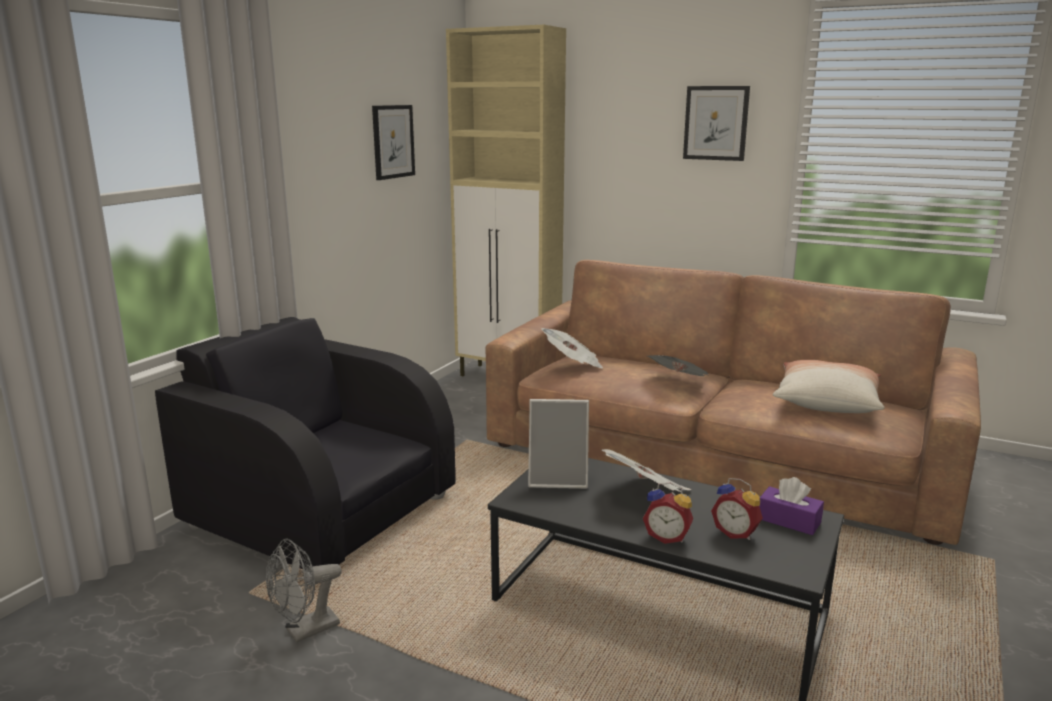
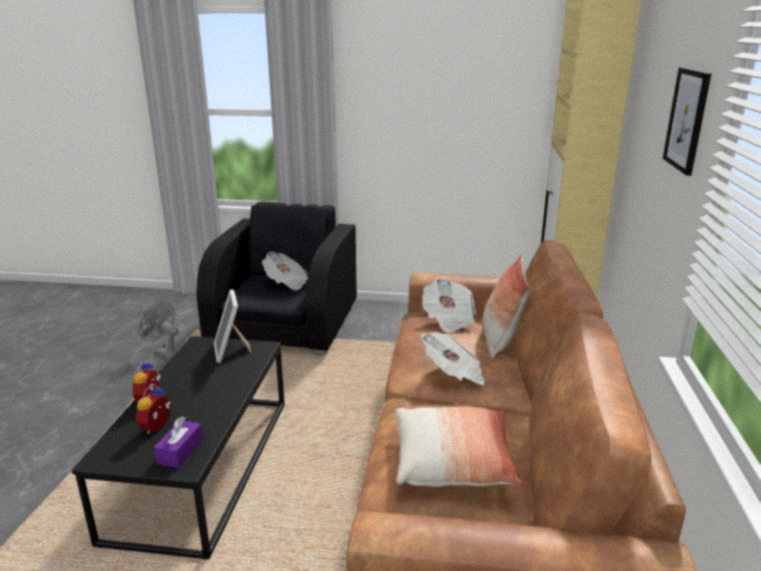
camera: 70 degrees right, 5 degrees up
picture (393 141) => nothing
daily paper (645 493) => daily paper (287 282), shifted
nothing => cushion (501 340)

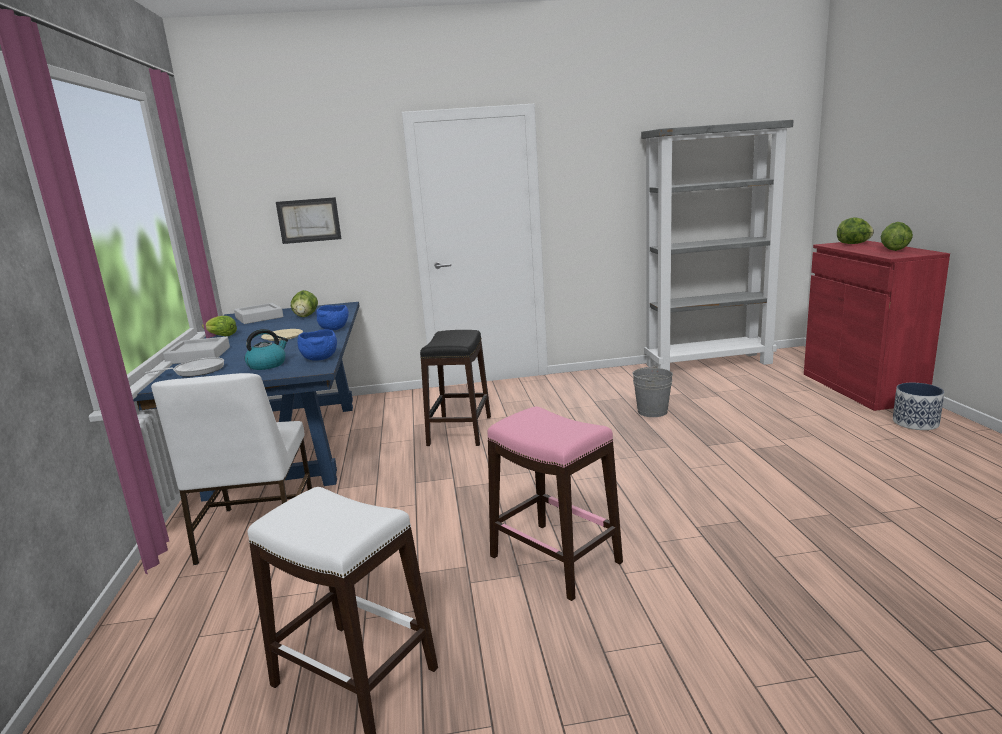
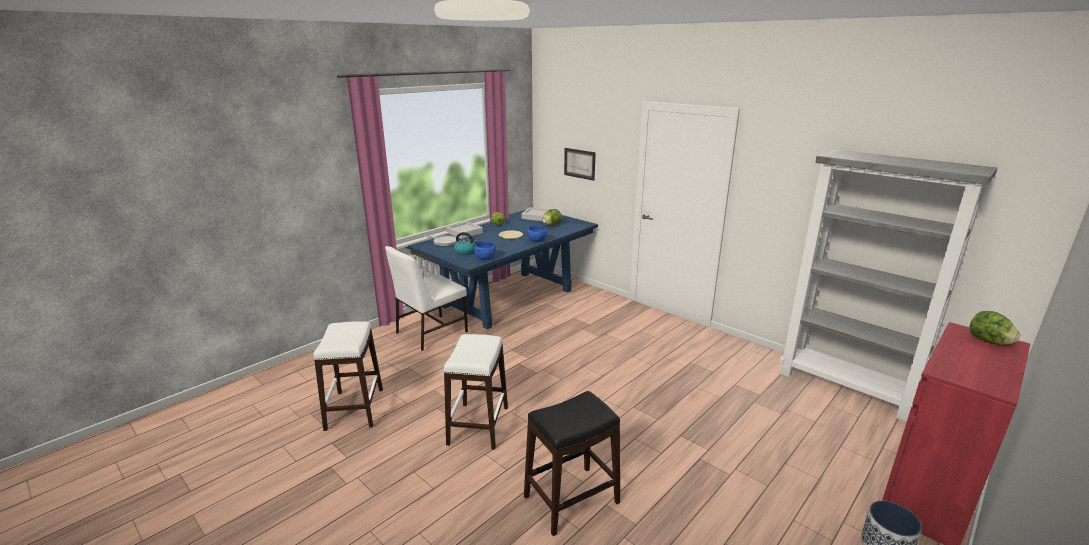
camera: 50 degrees right, 5 degrees up
lettuce (894 250) => nothing
stool seat in black (460 430) => stool seat in black (572 500), shifted
bucket in greyish (652 411) => nothing
stool seat in pinkish (555 560) => stool seat in white (478 425)

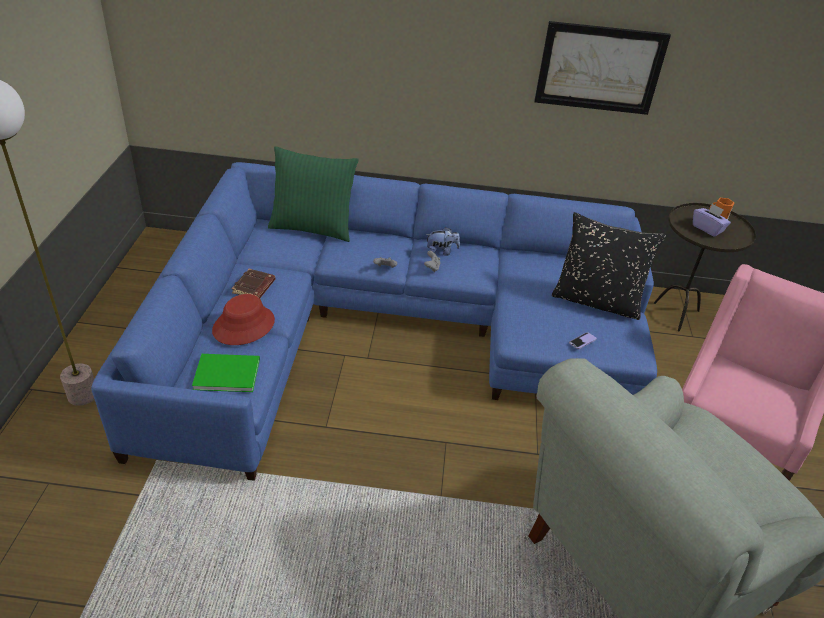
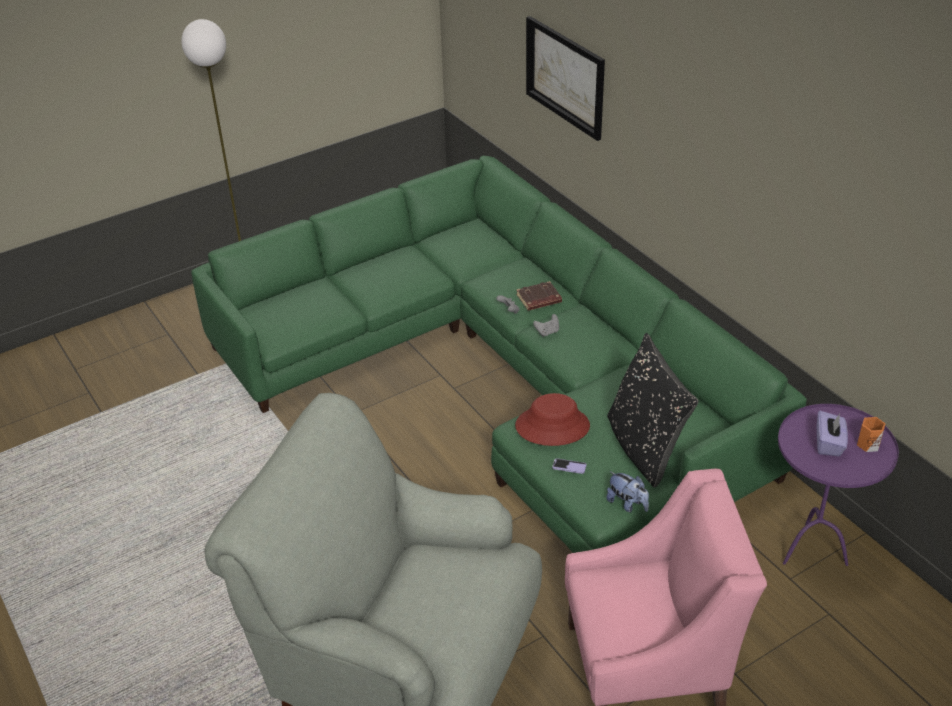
camera: 55 degrees right, 0 degrees up
picture (599 68) => picture (565 77), shifted
cushion in greenish (312 227) => nothing
sofa in blue-coloured (387 328) => sofa in greenish (503 377)
end table in brown (677 314) => end table in purple-coloured (812 550)
plush toy (441 252) => plush toy (627 504), shifted
bound book in brown (254 287) => bound book in brown (538 300), shifted
clothing hat in red-coloured (243 325) => clothing hat in red-coloured (552 426), shifted
bound book in greenish (225 373) => nothing

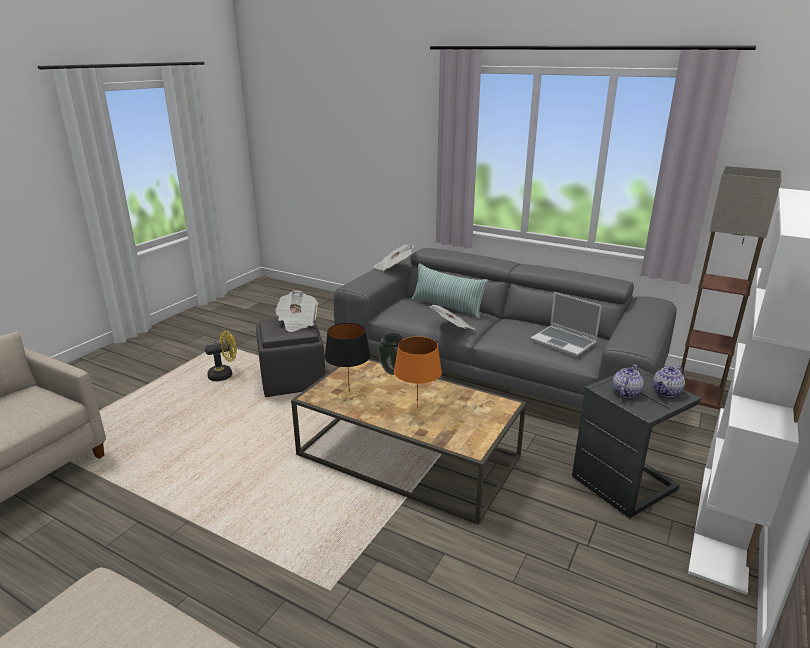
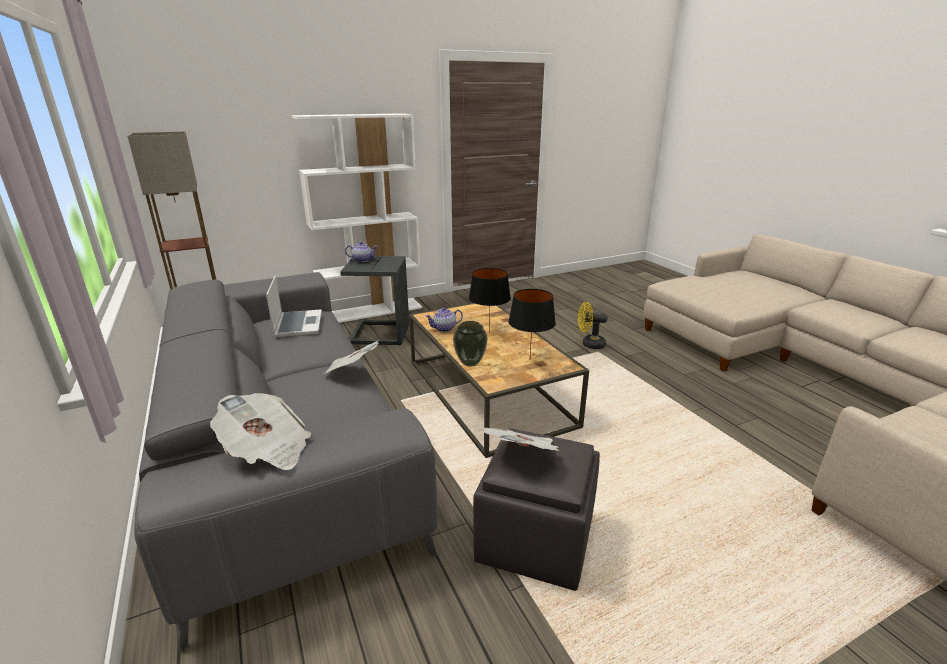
camera: 145 degrees left, 0 degrees up
cushion (447 307) => nothing
electric fan in yellowish (224 374) => electric fan in yellowish (589 344), shifted
lamp for a table in orange (417 408) => lamp for a table in black (489 332)
tea pot (625 392) => tea pot (444 329), shifted

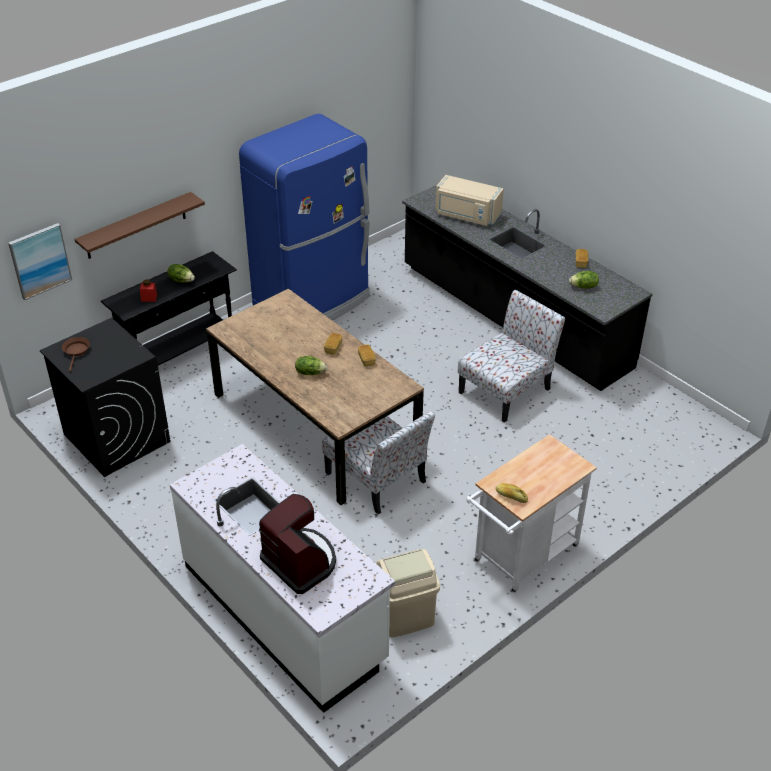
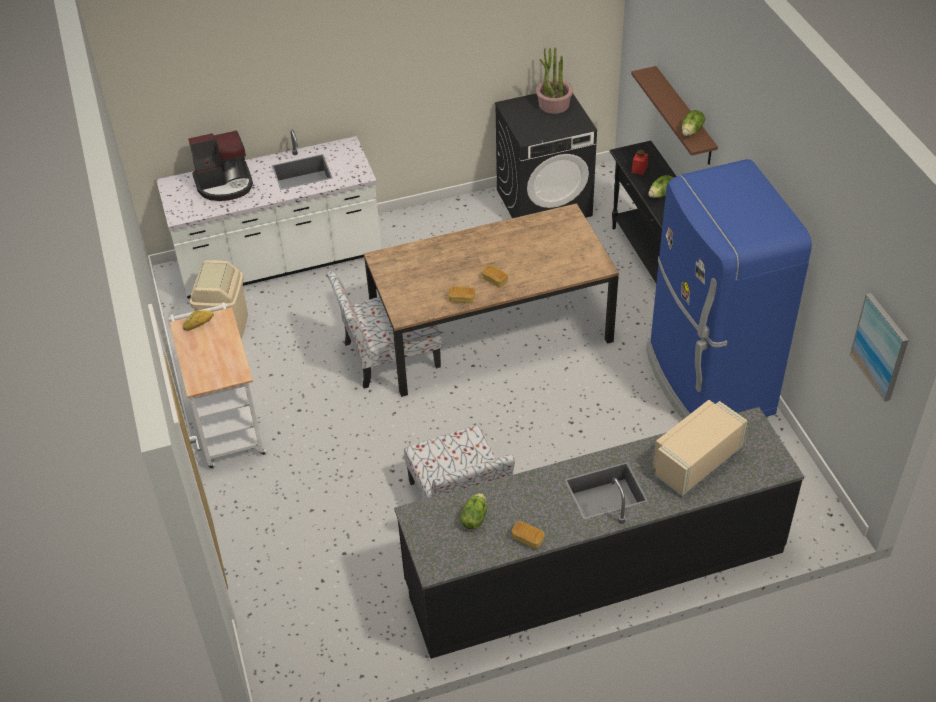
camera: 115 degrees right, 5 degrees up
picture (40 260) => picture (880 346), shifted
skillet in brown (76 351) => potted plant (553 104)
lettuce (310 372) => lettuce (692 131), shifted

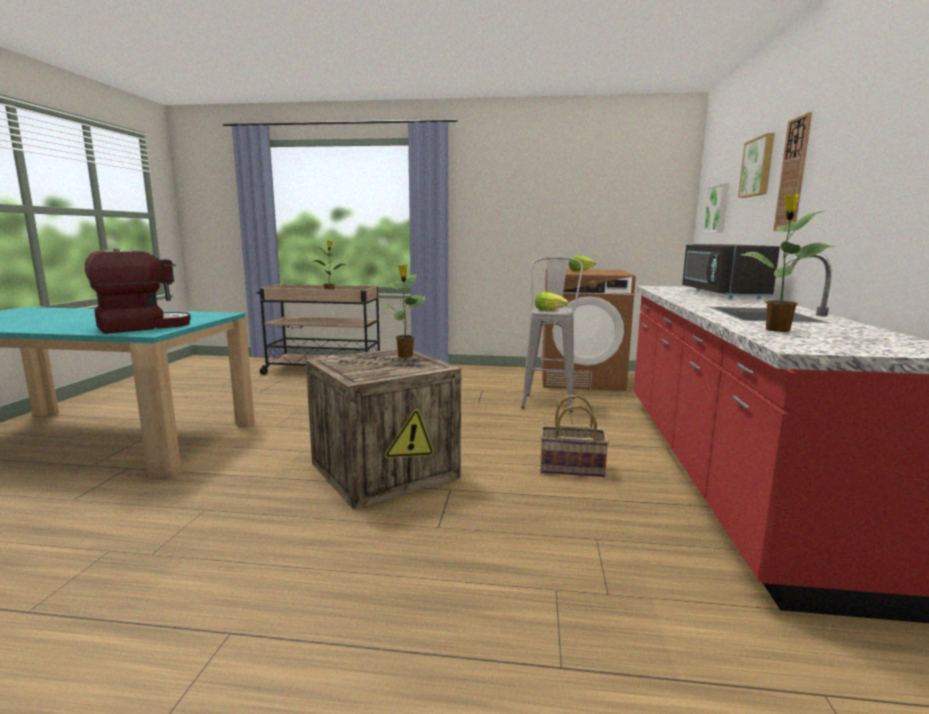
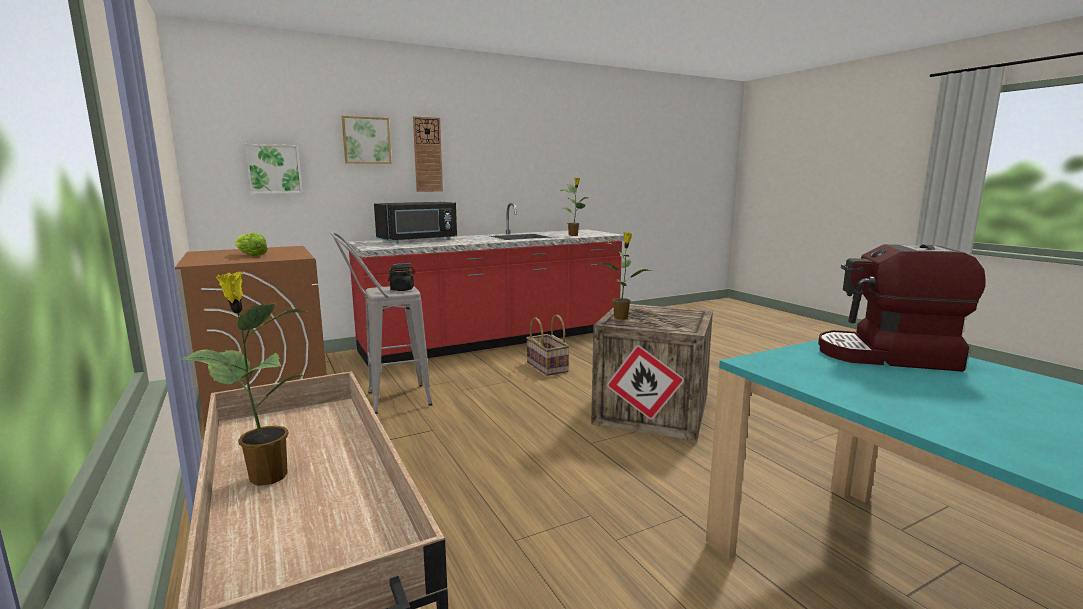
camera: 125 degrees left, 0 degrees up
lettuce (550 310) => preserve jar in black (402 289)

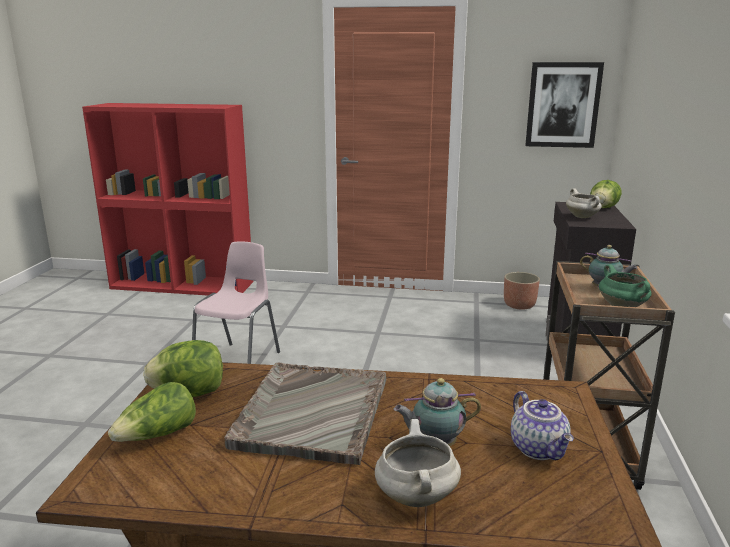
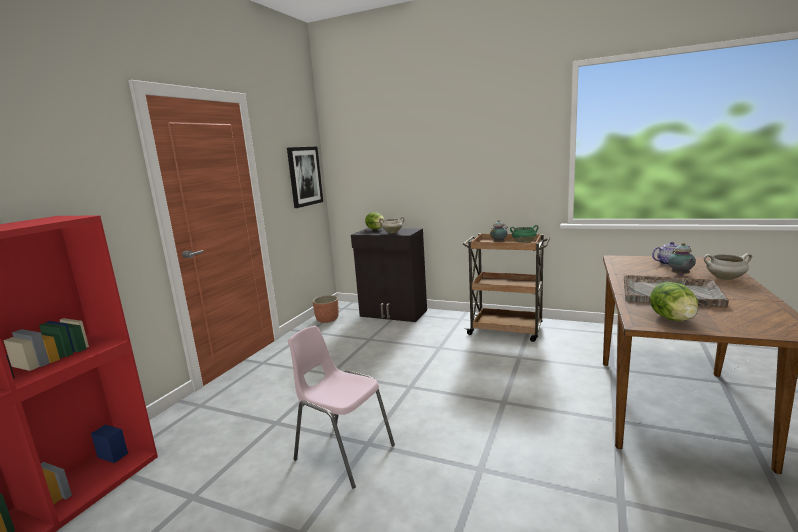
camera: 75 degrees left, 5 degrees down
lettuce (158 435) => nothing

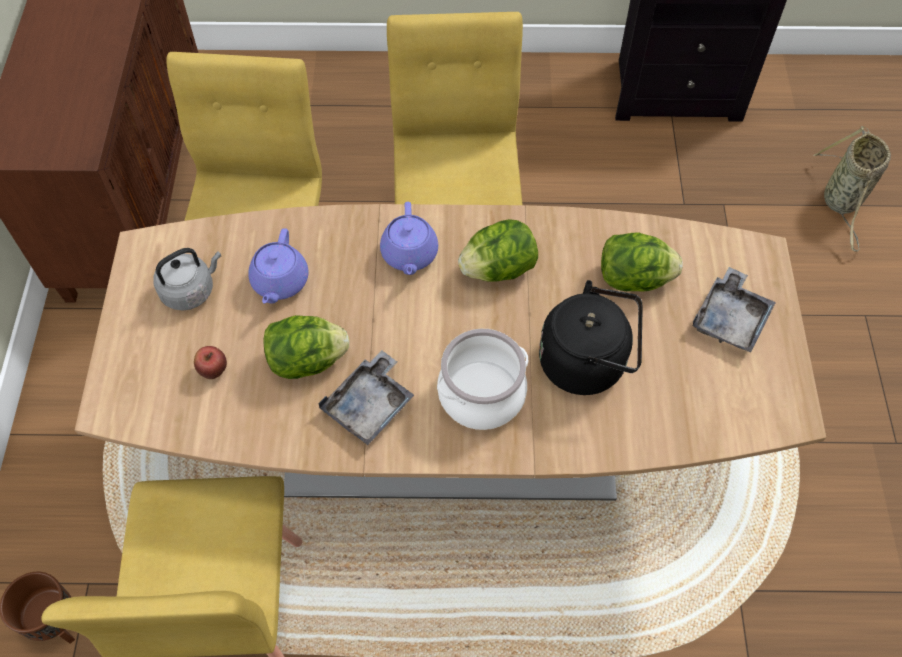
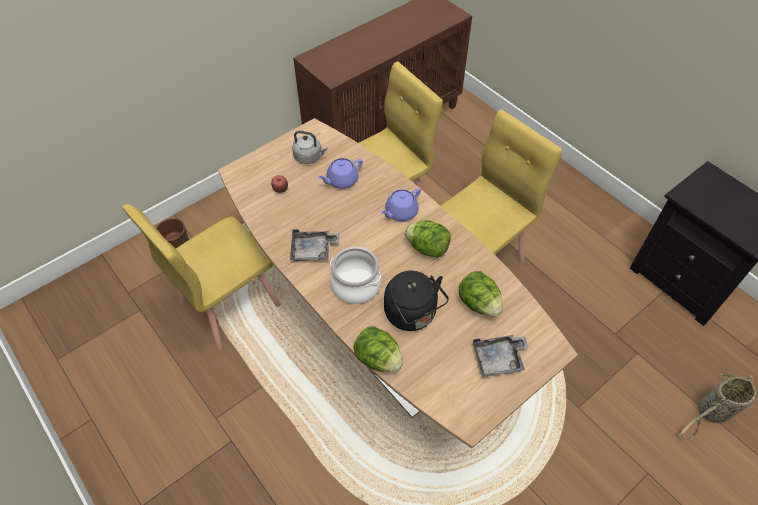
camera: 50 degrees right, 5 degrees down
lettuce (307 360) => lettuce (378 358), shifted

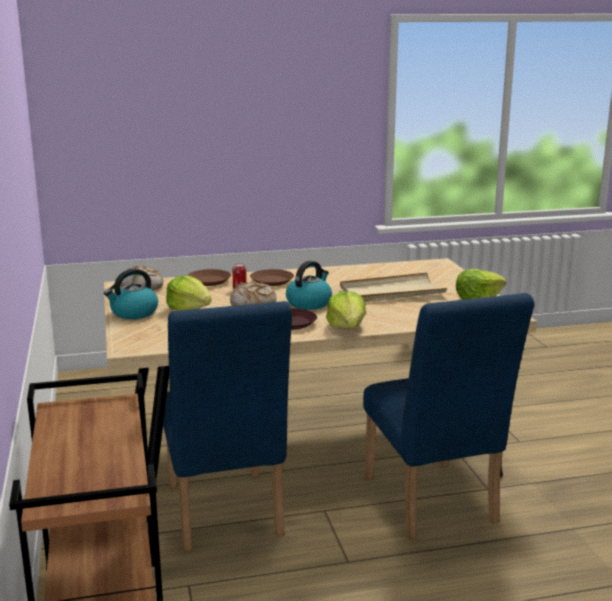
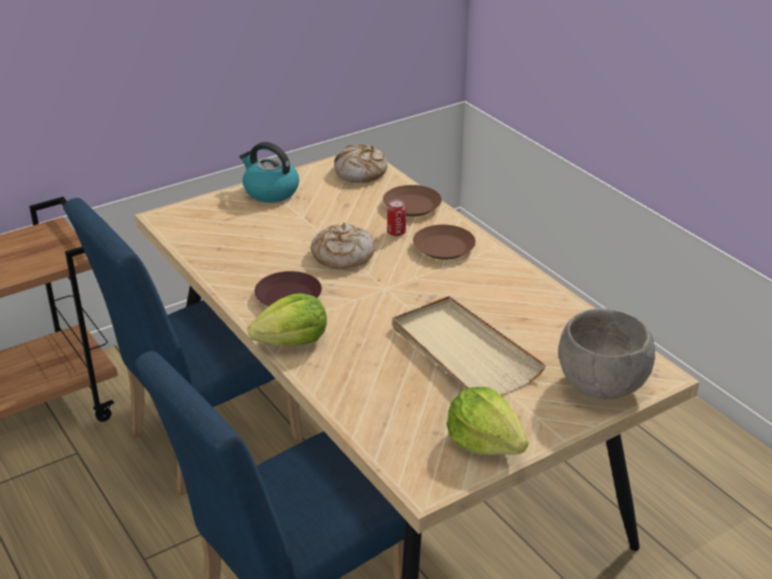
camera: 70 degrees right, 15 degrees up
kettle (309 303) => nothing
lettuce (189 309) => nothing
nothing => bowl in greyish (600 385)

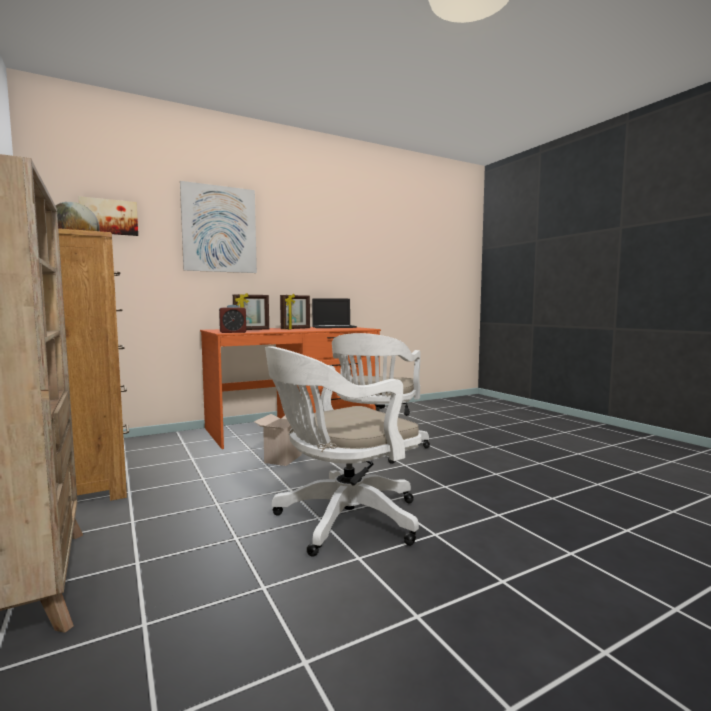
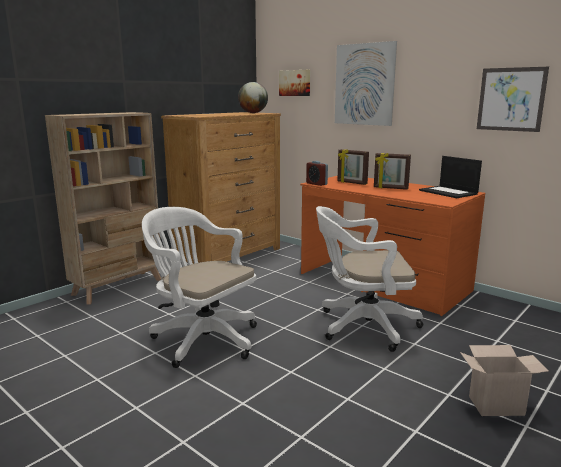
camera: 70 degrees right, 10 degrees up
cardboard box (283 458) => cardboard box (497 405), shifted
nothing => picture (511 99)

